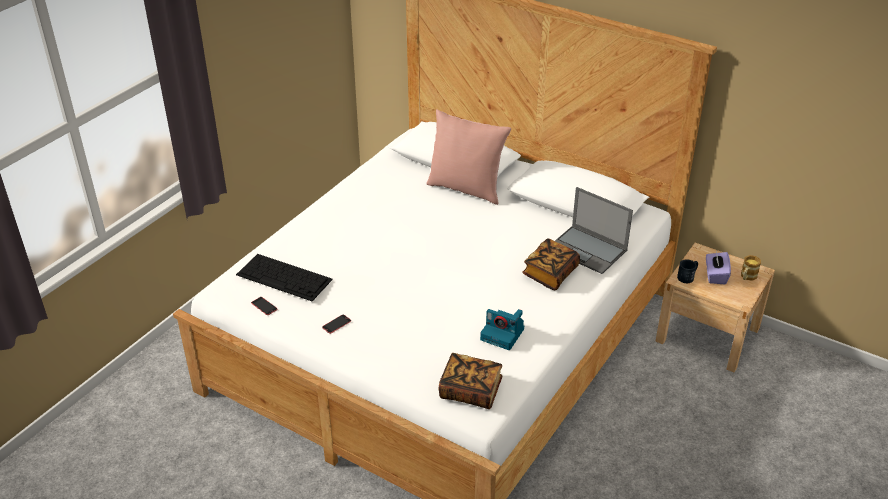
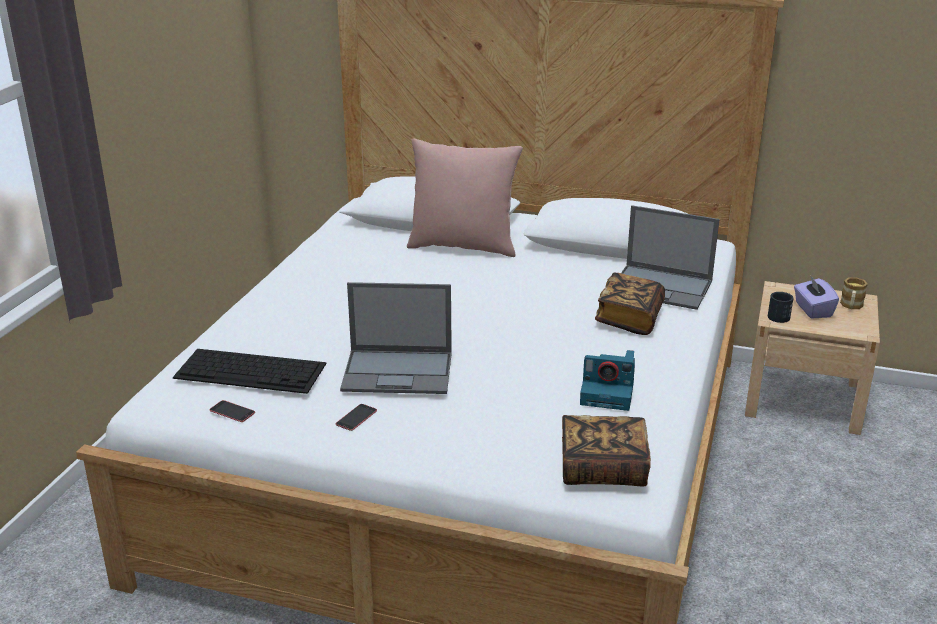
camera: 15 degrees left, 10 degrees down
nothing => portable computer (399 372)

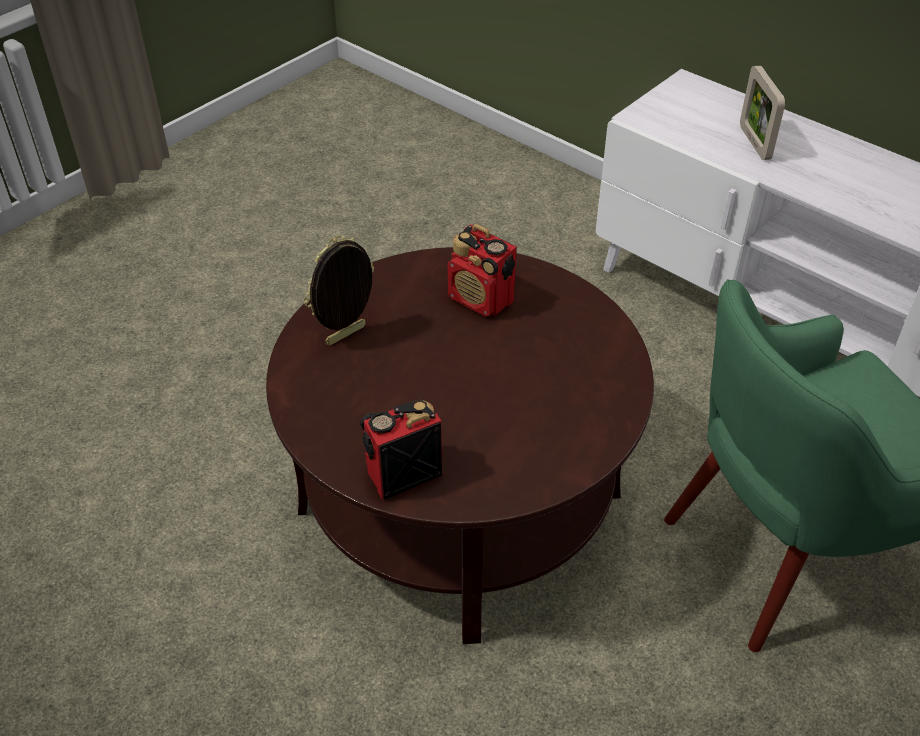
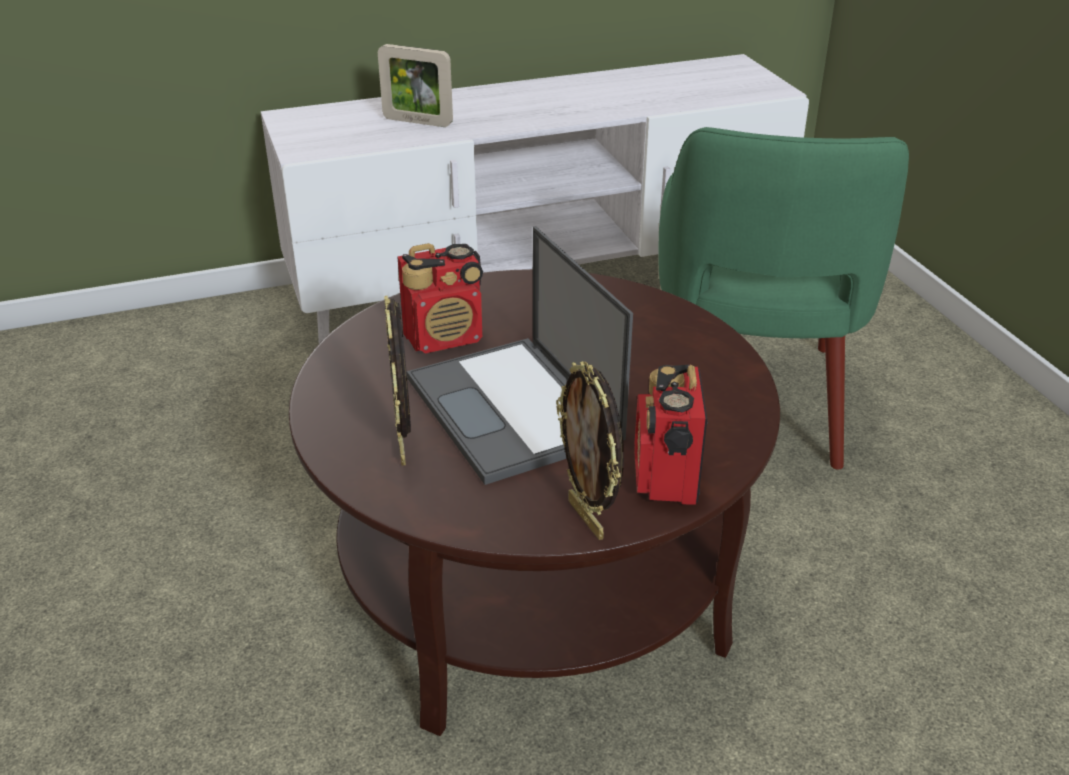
camera: 60 degrees left, 10 degrees down
nothing => portable computer (515 409)
nothing => standing frame (588 519)

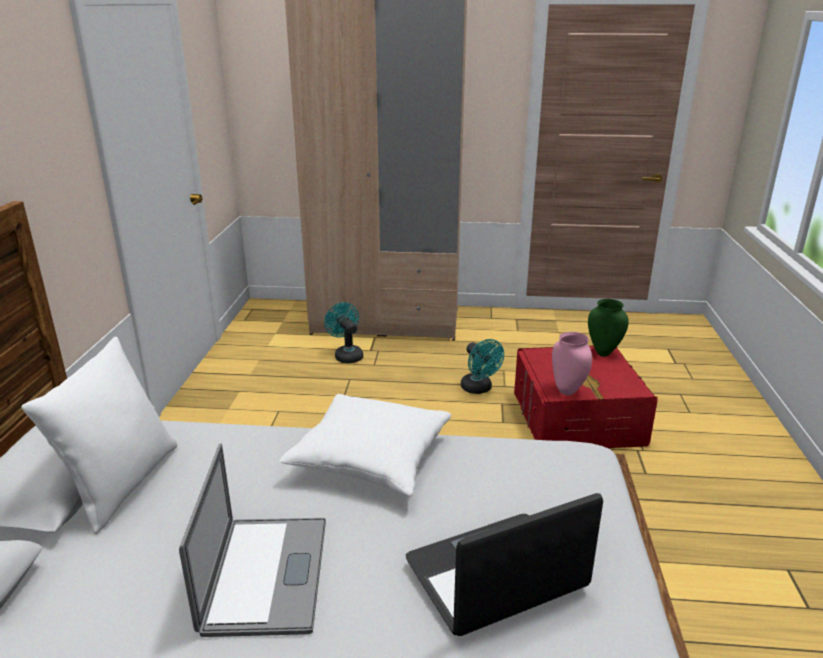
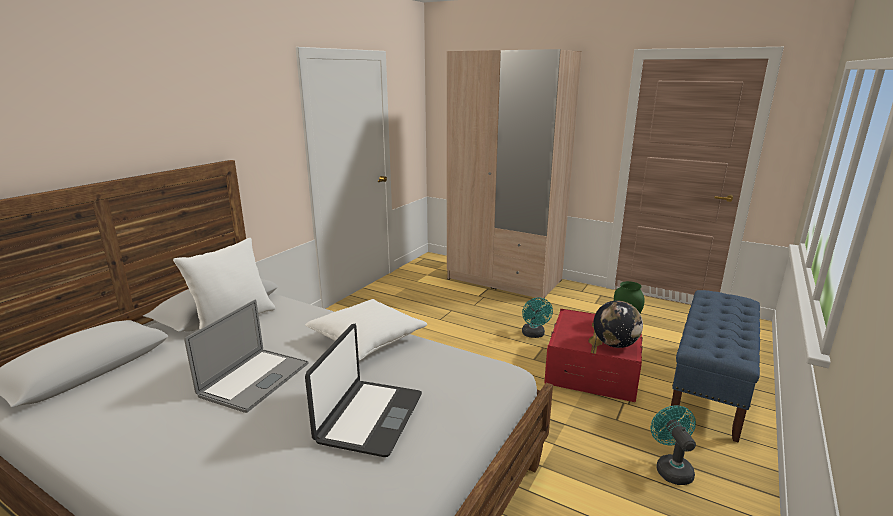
camera: 25 degrees right, 5 degrees down
electric fan in turquoise (346 355) => electric fan in turquoise (671 468), shifted
flower vase in pinkish (568 391) => nothing
portable computer (496 576) => portable computer (369 417), 105 degrees clockwise
nothing => long seat in blue-coloured (709 387)
nothing => world globe (615 344)

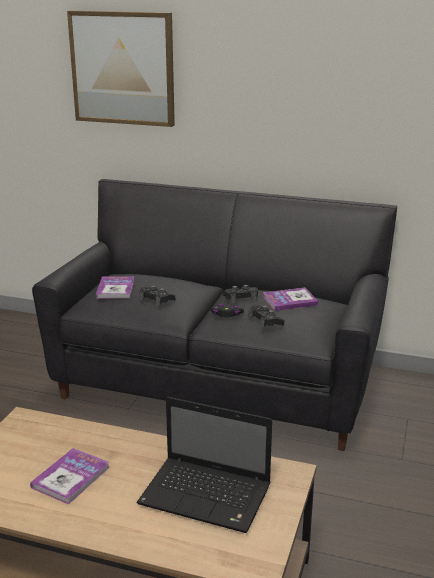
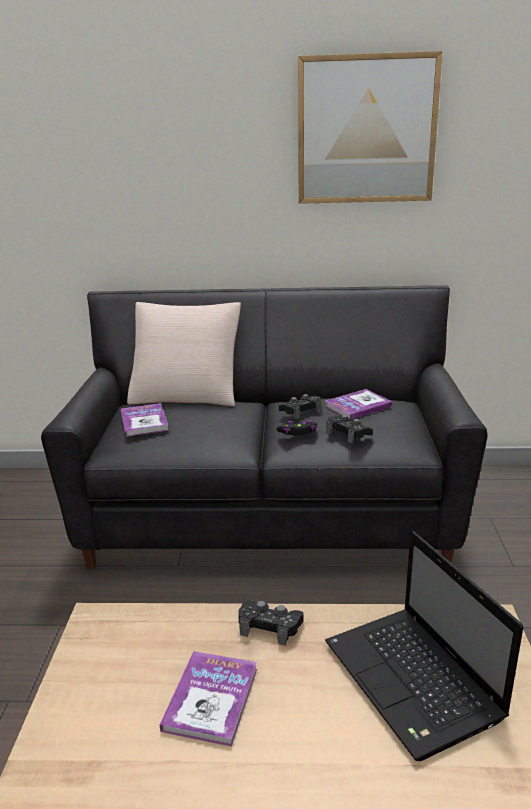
camera: 15 degrees left, 0 degrees up
picture (123 68) => picture (366 130), shifted
gamepad in black (156 300) => gamepad in black (270 626), shifted
portable computer (208 496) => portable computer (414 682), 60 degrees clockwise
nothing => cushion in beige (187 393)

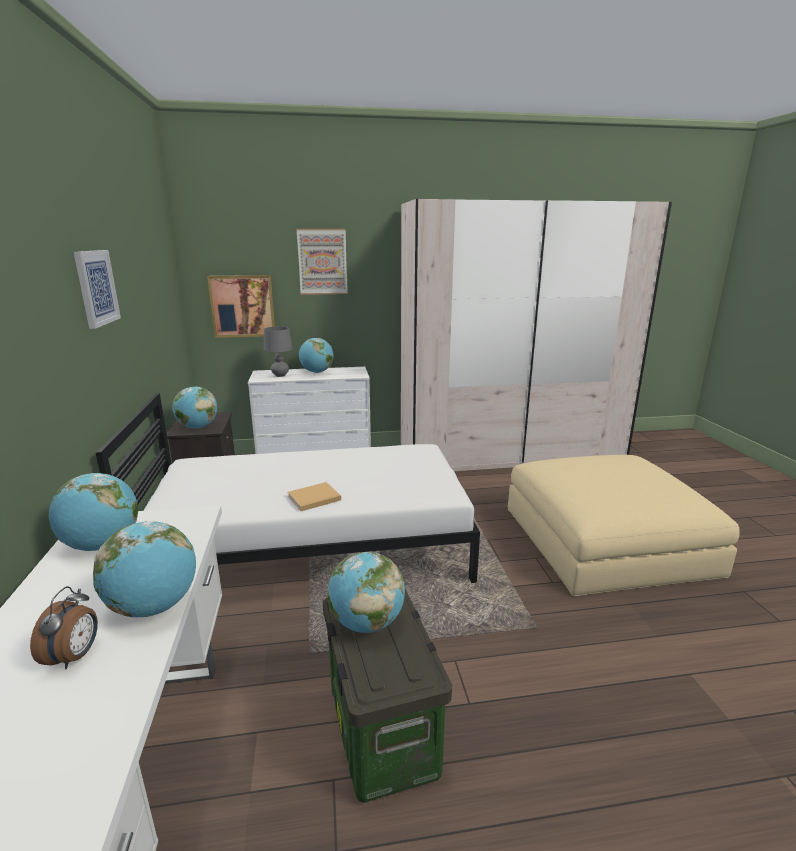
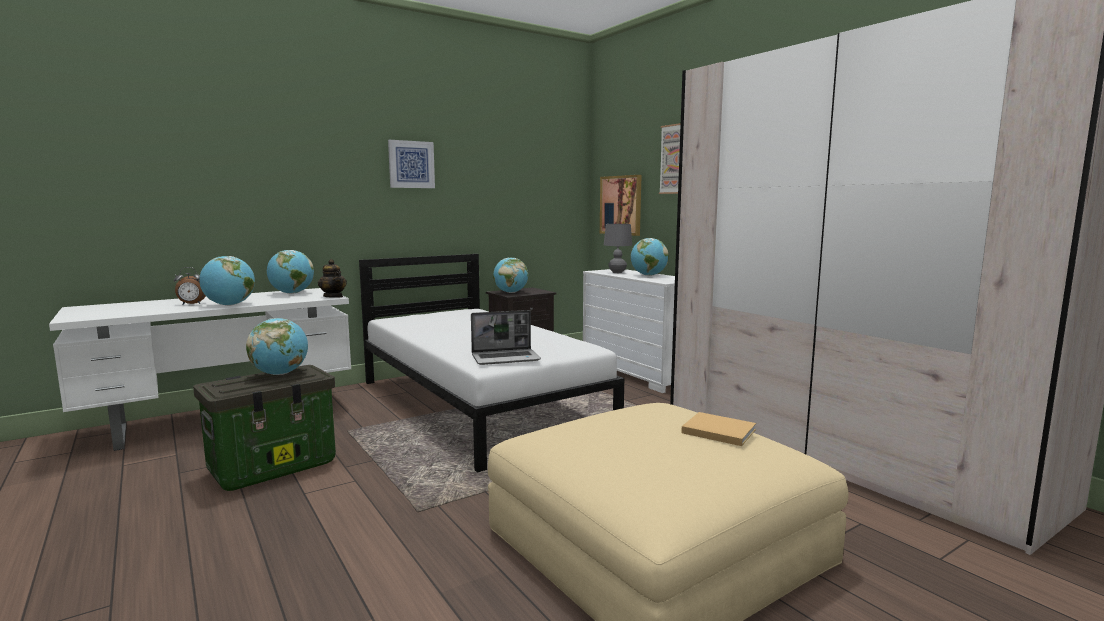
camera: 65 degrees right, 10 degrees down
bound book in beige (312 498) => bound book in beige (716 431), shifted
nothing => tea pot (333 296)
nothing => portable computer (506 358)

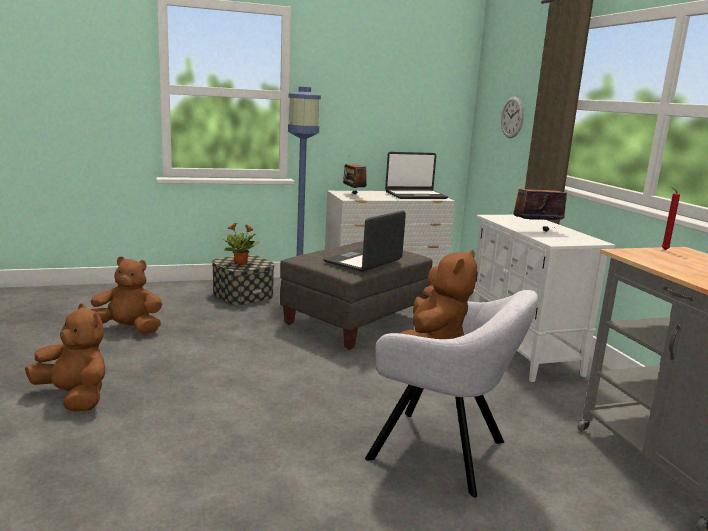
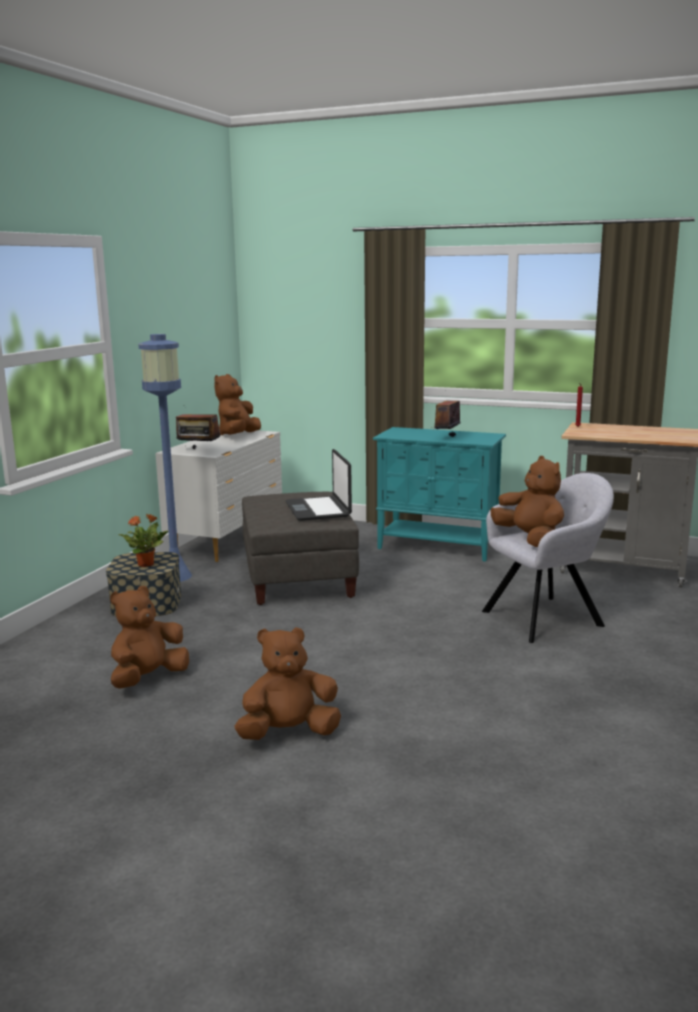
camera: 50 degrees left, 0 degrees up
hanging clock (512 117) => nothing
portable computer (415 195) => plush toy in brown (238 436)
cupboard in white (523 352) => cupboard in turquoise (439 547)

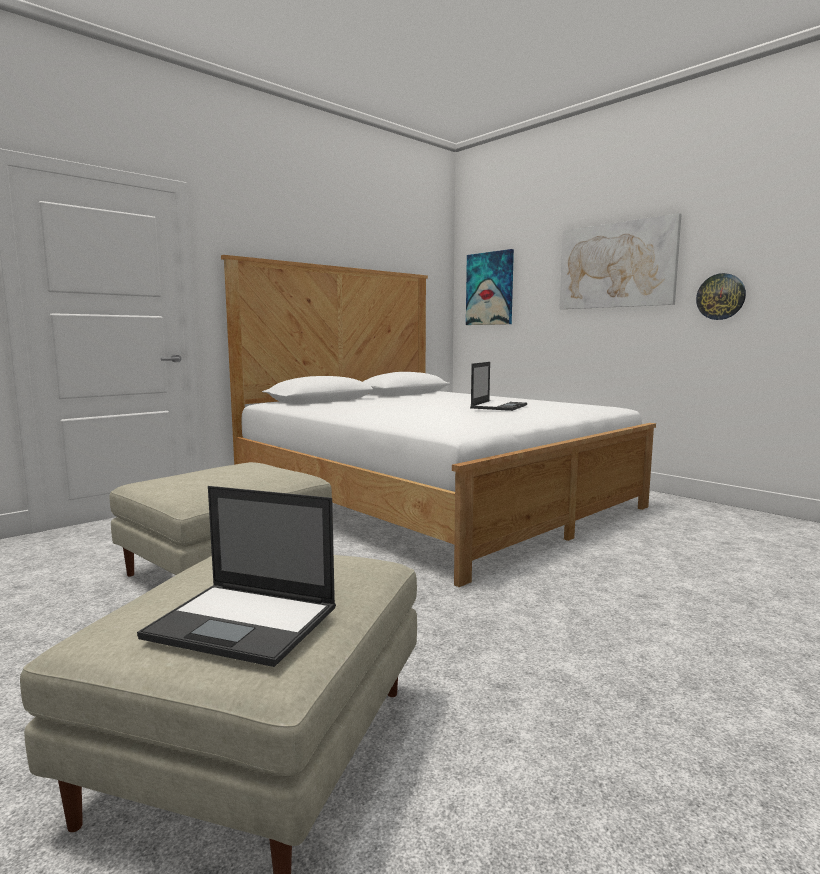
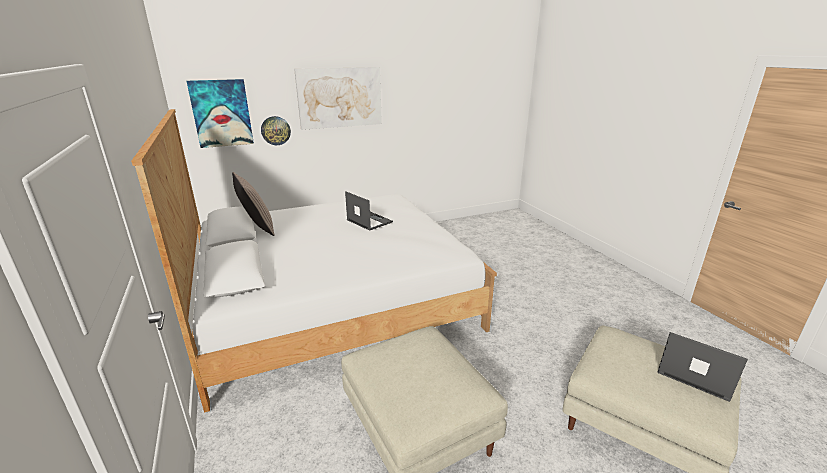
camera: 70 degrees left, 15 degrees up
hanging clock (720 296) => hanging clock (275 130), shifted
portable computer (244 622) => portable computer (694 372), 90 degrees counterclockwise
nothing => cushion (257 228)

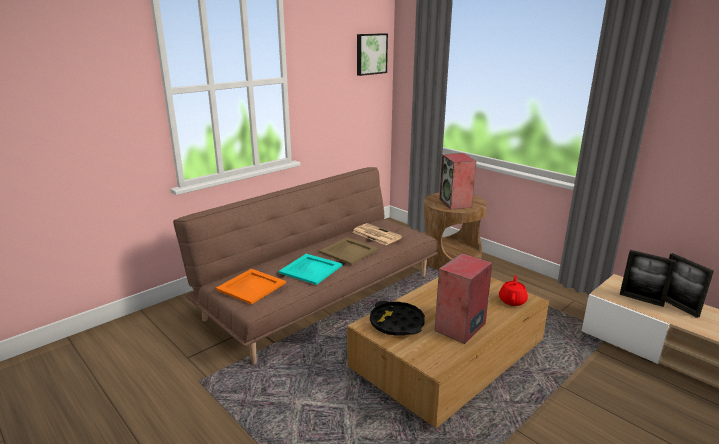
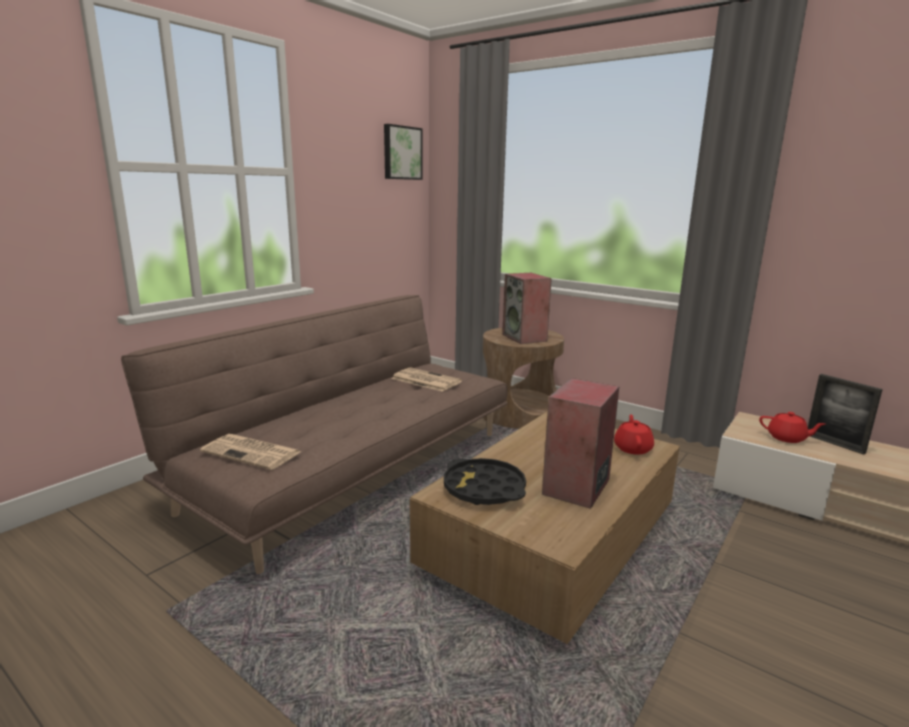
camera: 10 degrees left, 5 degrees down
serving tray in beige (349 251) => nothing
standing frame (641 299) => tea pot in red-coloured (787 438)
serving tray in turquoise (311 269) => nothing
serving tray in orange (252 286) => daily paper (253 452)

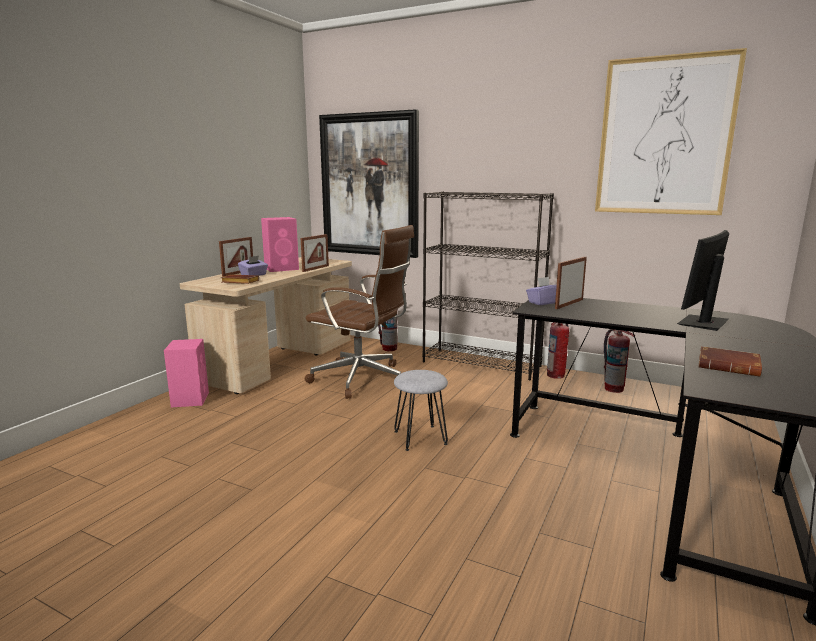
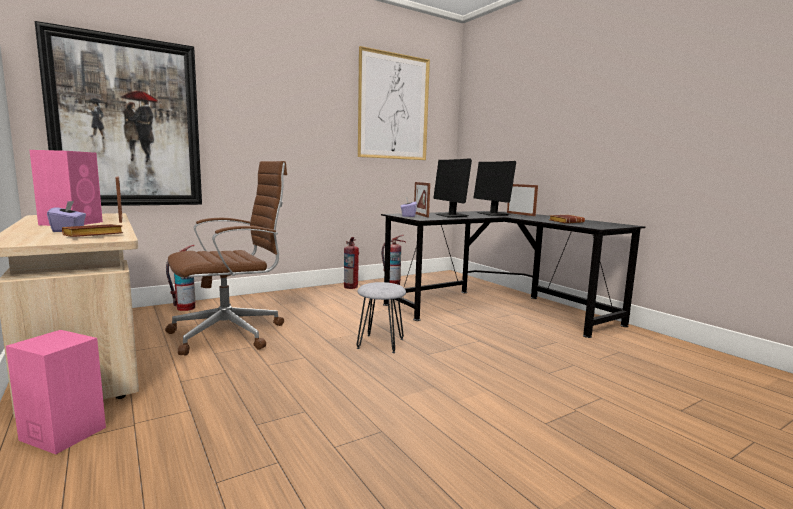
camera: 60 degrees left, 5 degrees down
bookcase in black (482 364) => nothing
standing frame (238 273) => standing frame (520 214), shifted
nothing => monitor (451 216)

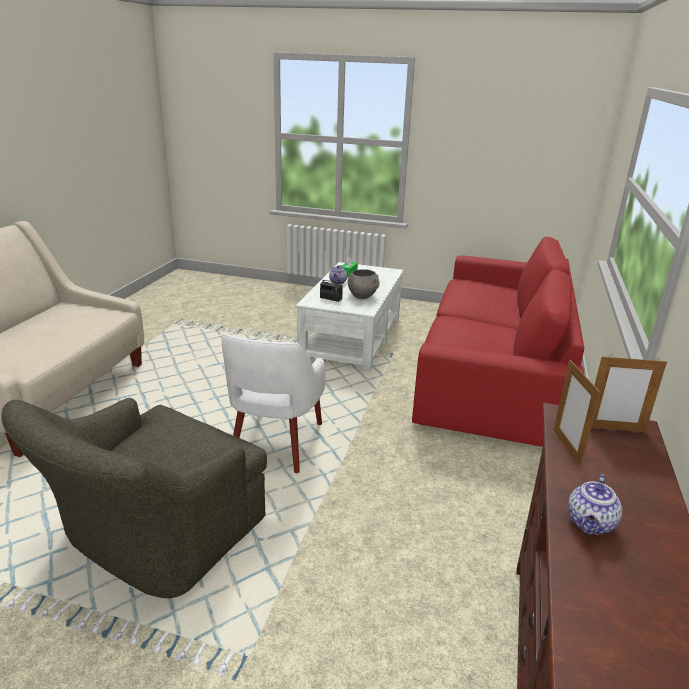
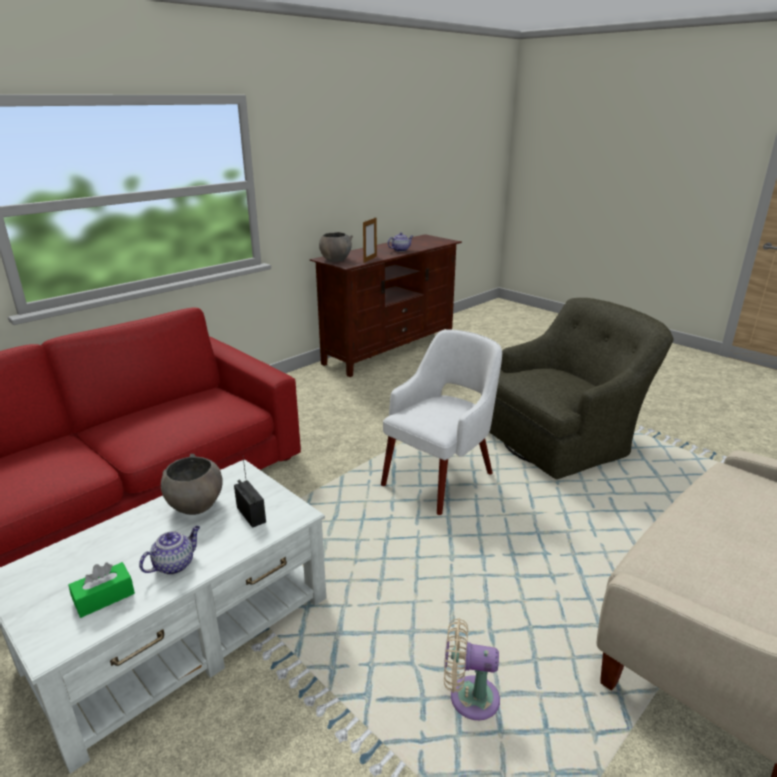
camera: 150 degrees left, 0 degrees up
standing frame (614 429) => bowl in greyish (335 259)
nothing => electric fan in beige (468 697)

